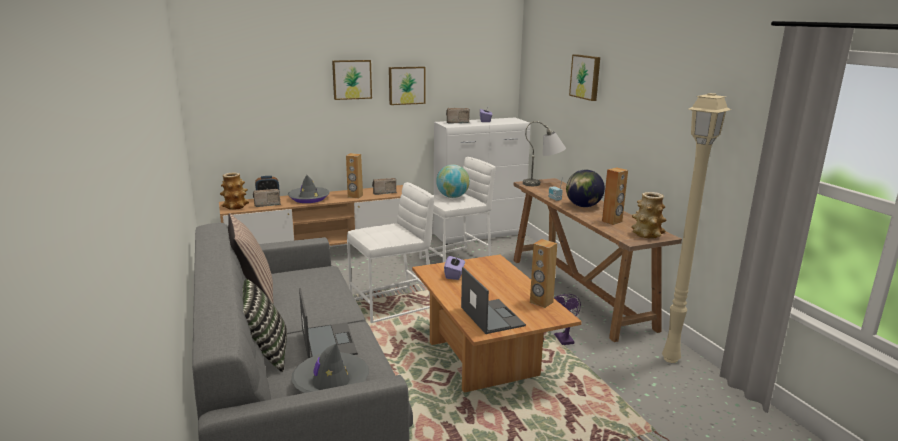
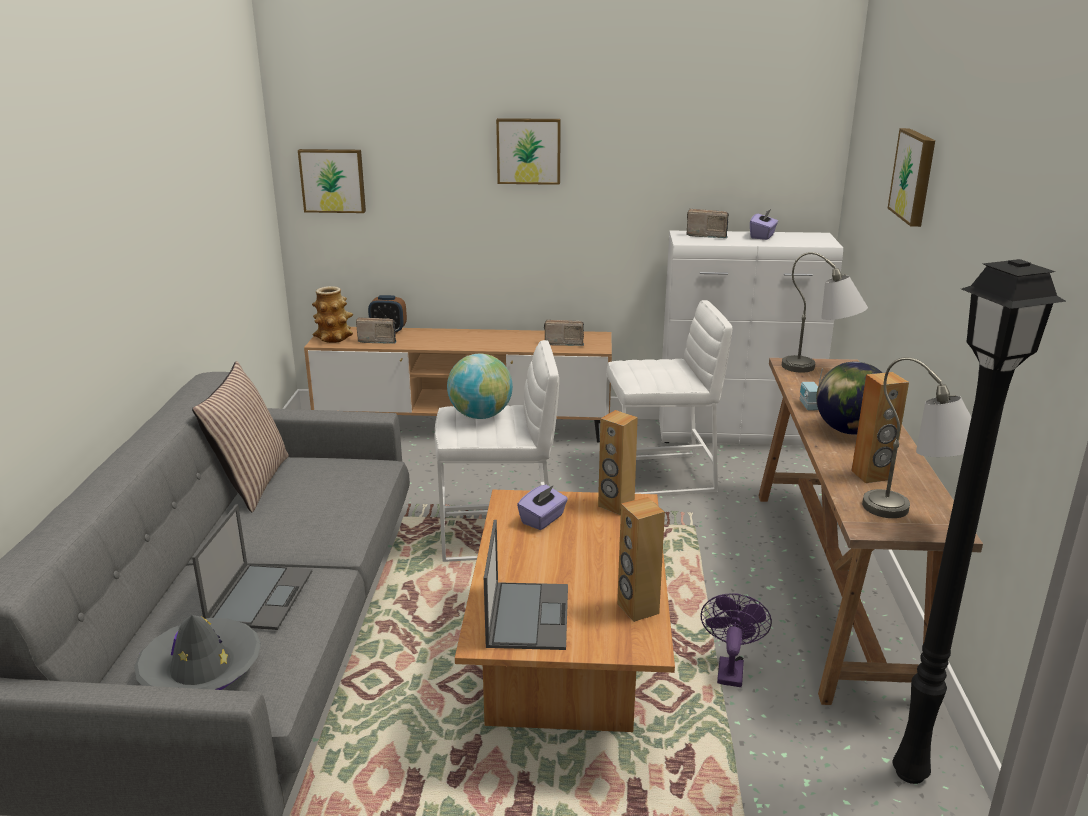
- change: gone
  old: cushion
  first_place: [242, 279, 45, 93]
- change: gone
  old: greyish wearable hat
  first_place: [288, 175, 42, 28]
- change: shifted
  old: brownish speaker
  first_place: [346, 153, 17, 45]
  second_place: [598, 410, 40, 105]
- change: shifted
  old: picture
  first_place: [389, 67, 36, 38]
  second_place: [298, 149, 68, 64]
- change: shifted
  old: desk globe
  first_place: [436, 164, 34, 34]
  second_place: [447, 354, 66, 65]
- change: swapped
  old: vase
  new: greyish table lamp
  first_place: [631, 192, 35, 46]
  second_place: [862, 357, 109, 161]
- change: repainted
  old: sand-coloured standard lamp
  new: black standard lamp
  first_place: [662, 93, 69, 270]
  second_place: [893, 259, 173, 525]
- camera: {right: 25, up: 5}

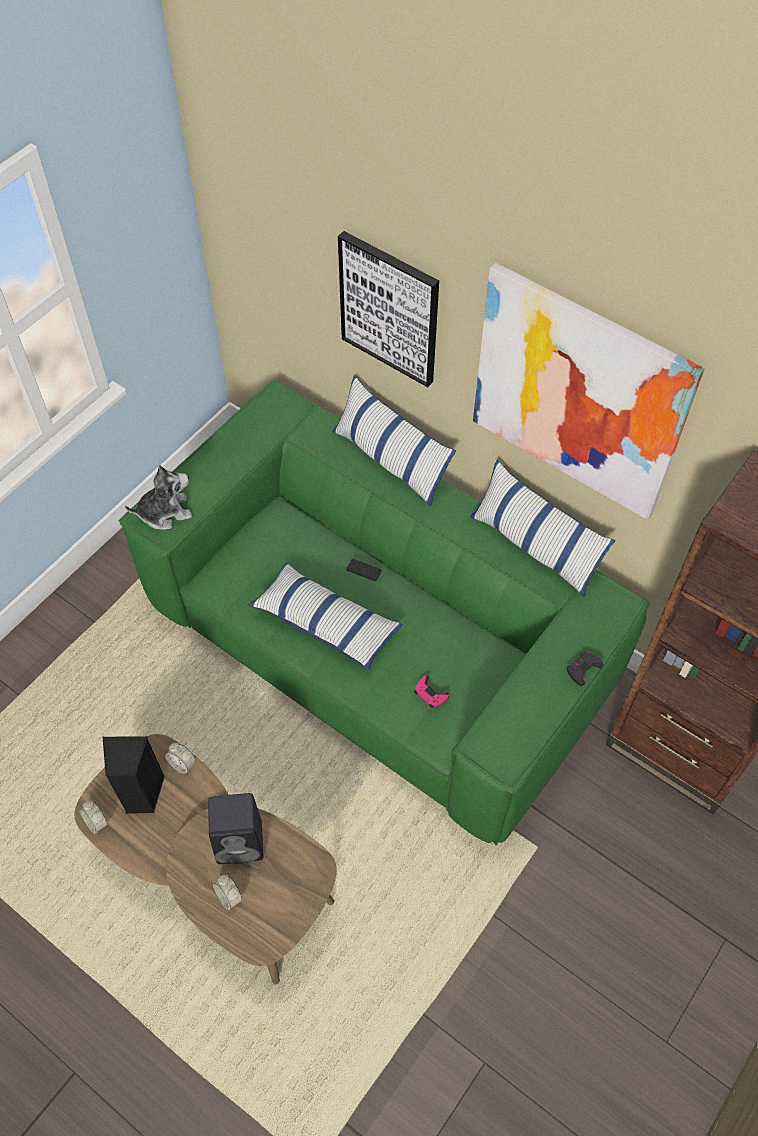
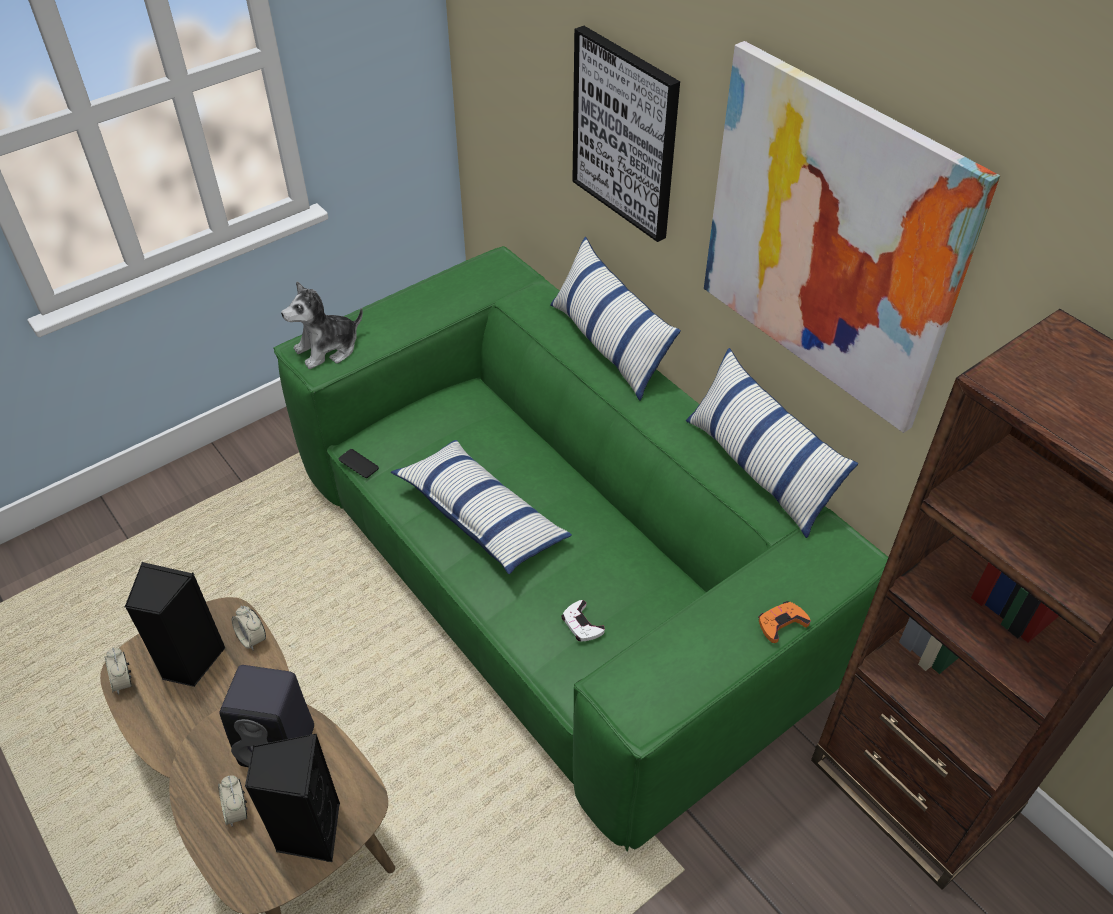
- change: new
  new: black speaker
  second_place: [245, 733, 95, 129]
- change: shifted
  old: telephone
  first_place: [346, 559, 36, 22]
  second_place: [339, 449, 40, 29]
- change: repainted
  old: pink joypad
  new: whitish joypad
  first_place: [414, 675, 35, 33]
  second_place: [561, 600, 44, 42]
- change: repainted
  old: black joypad
  new: orange-coloured joypad
  first_place: [567, 652, 36, 34]
  second_place: [758, 601, 53, 42]
- change: rotated
  old: cuddly toy
  first_place: [125, 465, 67, 65]
  second_place: [281, 281, 82, 88]
  degrees: 150
- camera: {right: 15, up: -10}

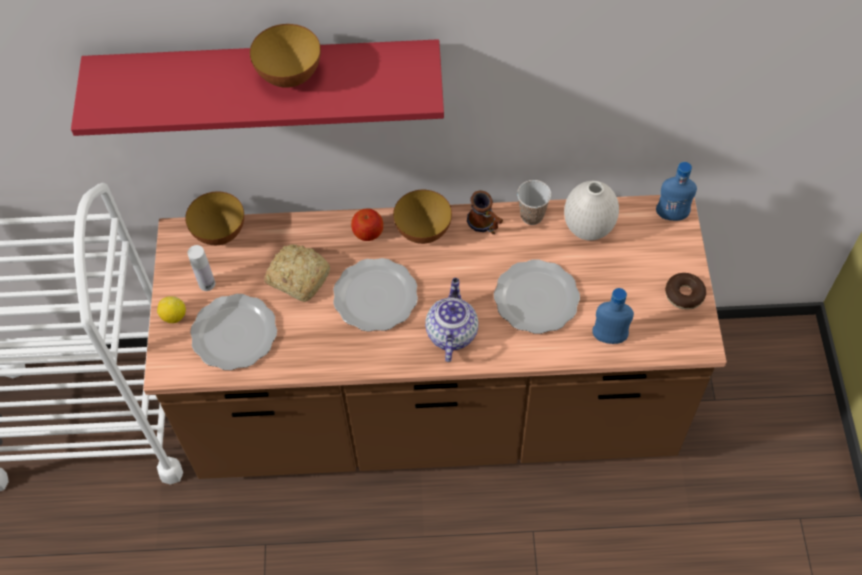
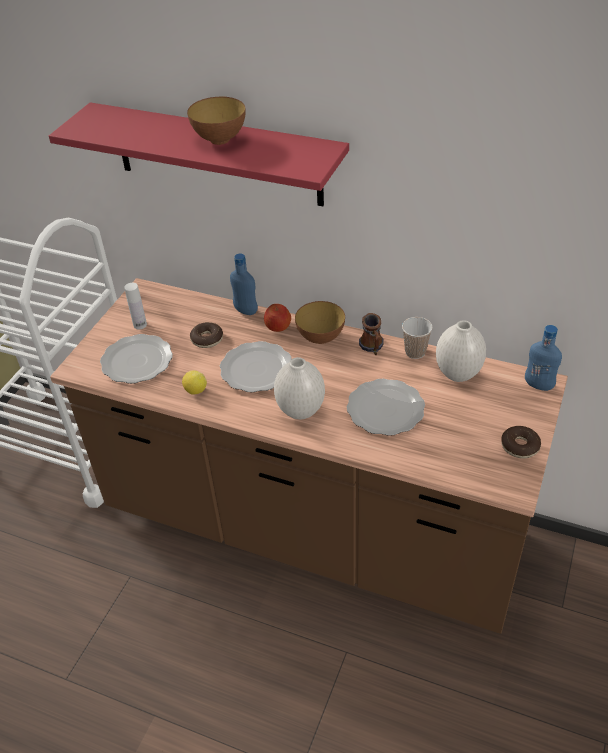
- change: gone
  old: bowl
  first_place: [185, 192, 59, 53]
- change: shifted
  old: whole lemon
  first_place: [157, 296, 29, 27]
  second_place: [182, 371, 25, 23]
- change: shifted
  old: blue beverage bottle
  first_place: [592, 288, 42, 56]
  second_place: [230, 253, 28, 62]
- change: swapped
  old: bread
  new: doughnut
  first_place: [264, 244, 66, 58]
  second_place: [190, 322, 33, 26]
- change: swapped
  old: pot for tea
  new: whitish vase
  first_place: [425, 278, 53, 84]
  second_place: [274, 357, 51, 63]
- camera: {right: 25, up: -15}

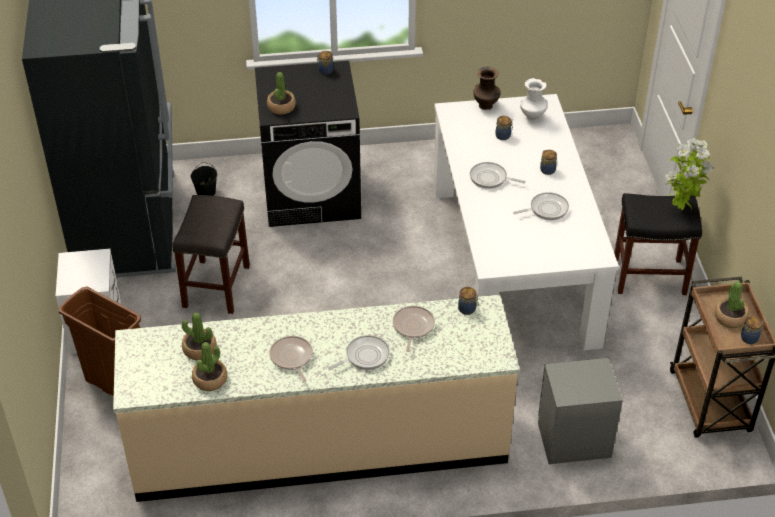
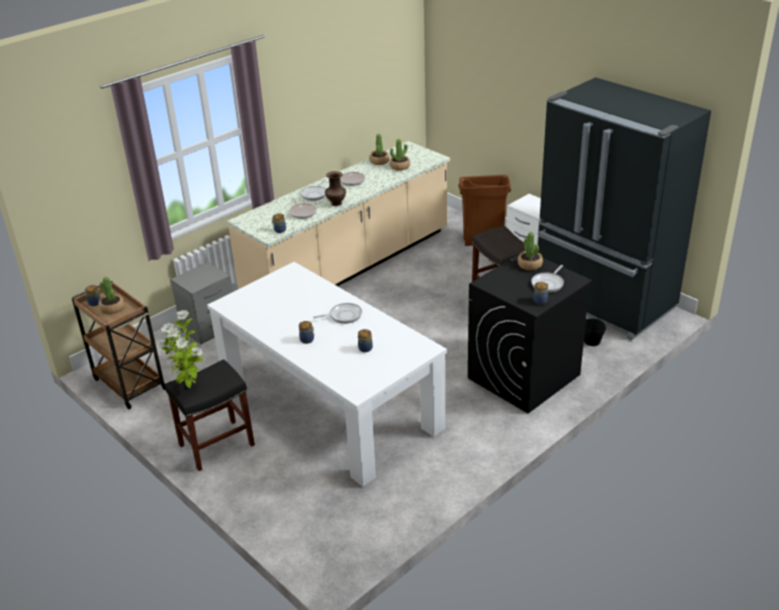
- change: gone
  old: whitish vase
  first_place: [520, 78, 27, 44]
- change: shifted
  old: brownish vase
  first_place: [473, 67, 28, 43]
  second_place: [325, 171, 21, 35]
- change: shifted
  old: frying pan
  first_place: [513, 192, 56, 28]
  second_place: [531, 265, 33, 28]
- camera: {right: 145, up: -10}

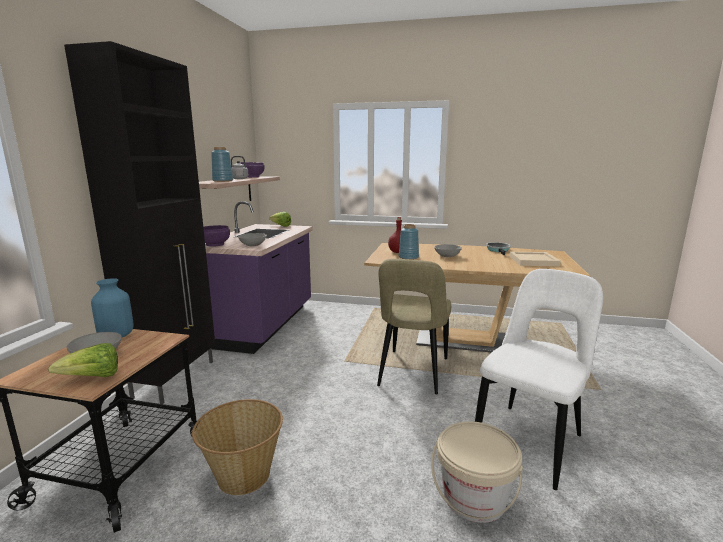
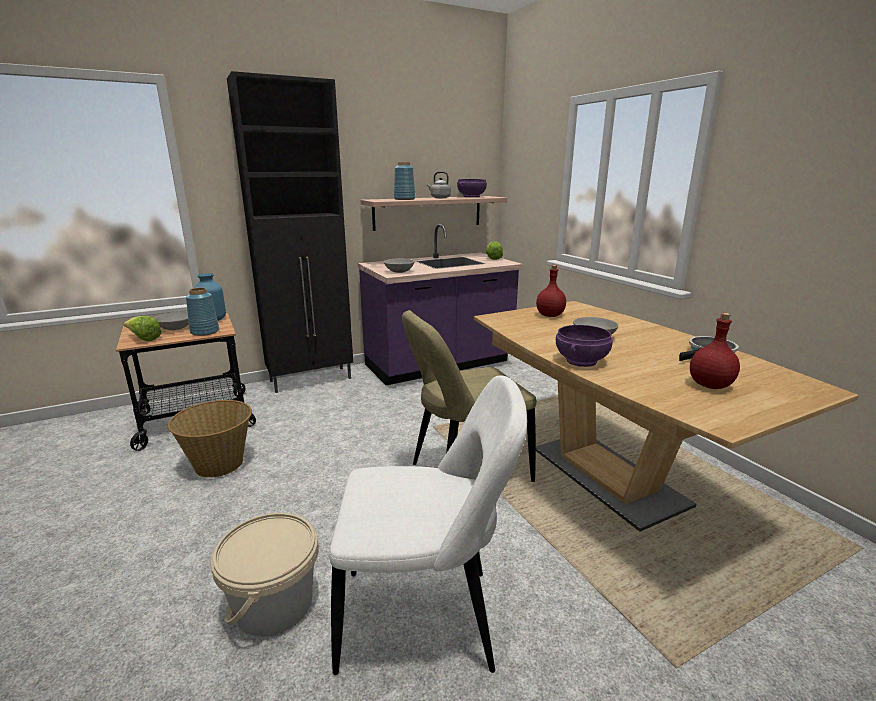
- change: shifted
  old: purple bowl
  first_place: [203, 225, 27, 22]
  second_place: [556, 325, 57, 42]
- change: shifted
  old: blue vase
  first_place: [399, 224, 20, 36]
  second_place: [186, 287, 33, 49]
- change: swapped
  old: sand-coloured tray
  new: red beverage bottle
  first_place: [509, 252, 52, 14]
  second_place: [690, 313, 50, 76]
- camera: {right: 50, up: 5}

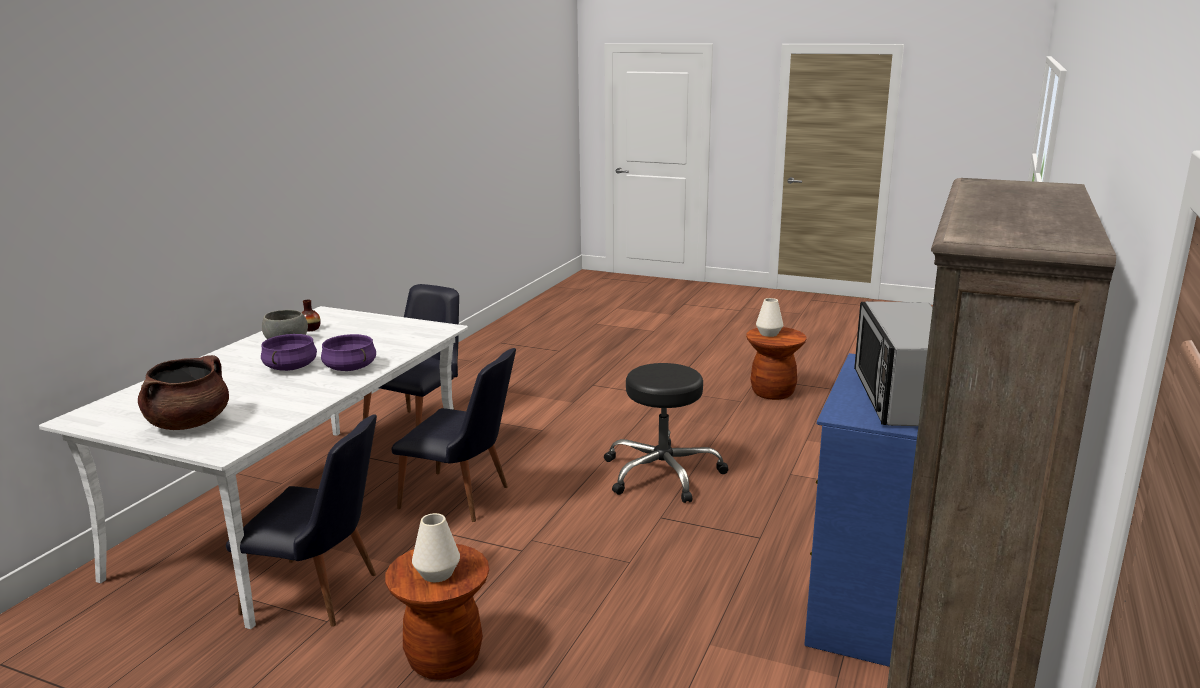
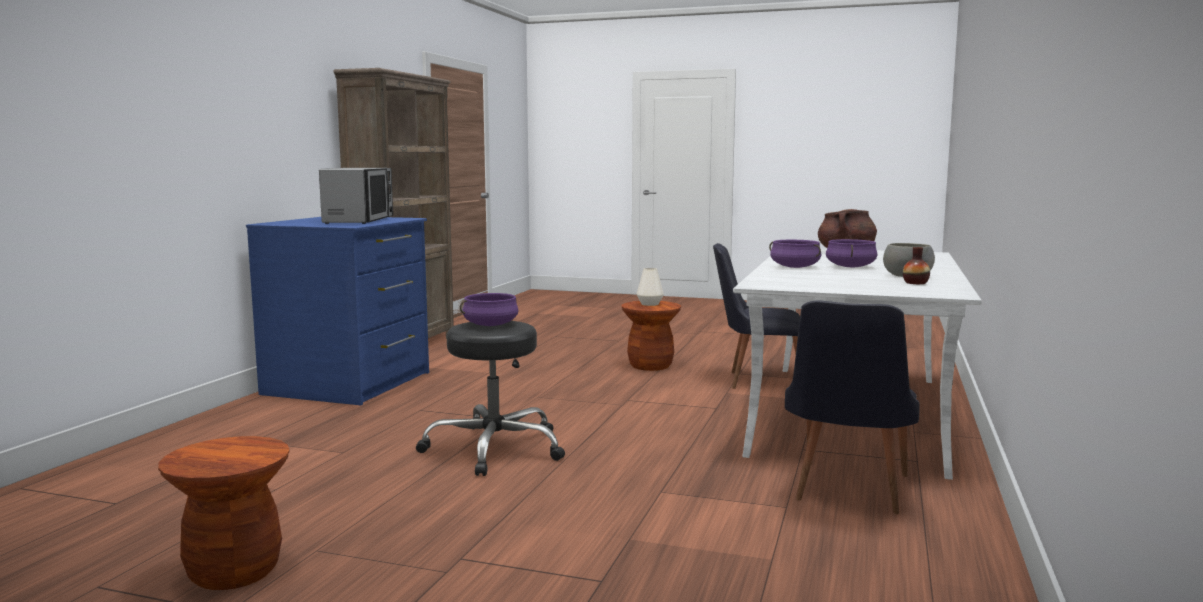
- change: gone
  old: black chair
  first_place: [391, 348, 125, 174]
- change: gone
  old: whitish vase
  first_place: [756, 298, 27, 39]
- change: new
  new: purple cooking pot
  second_place: [460, 293, 58, 33]
- camera: {right: 175, up: -10}

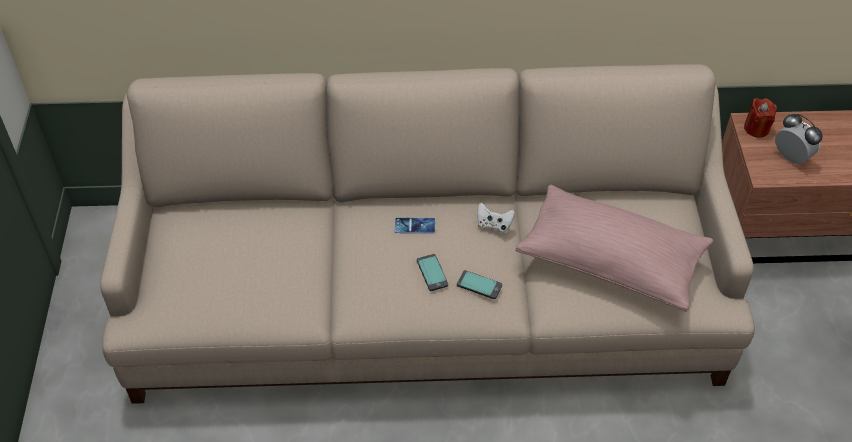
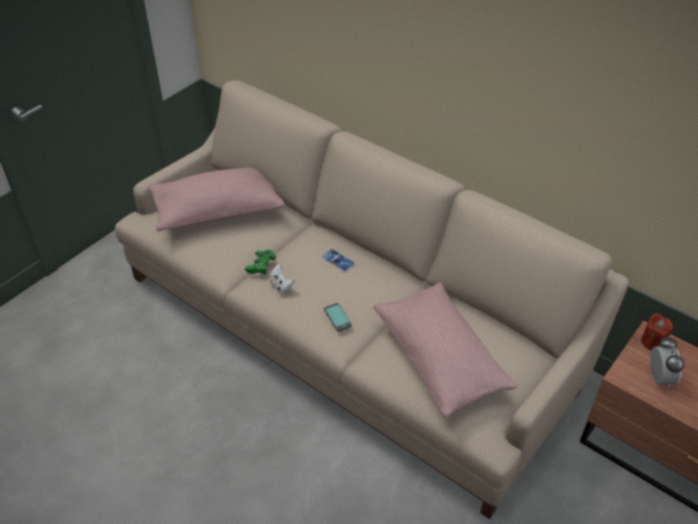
- change: gone
  old: telephone
  first_place: [417, 254, 31, 37]
- change: new
  new: pink cushion
  second_place: [149, 167, 136, 64]
- change: new
  new: greenish joypad
  second_place: [245, 249, 31, 26]
- change: shifted
  old: whitish joypad
  first_place: [477, 202, 38, 31]
  second_place: [269, 264, 26, 30]
- camera: {right: 40, up: -5}

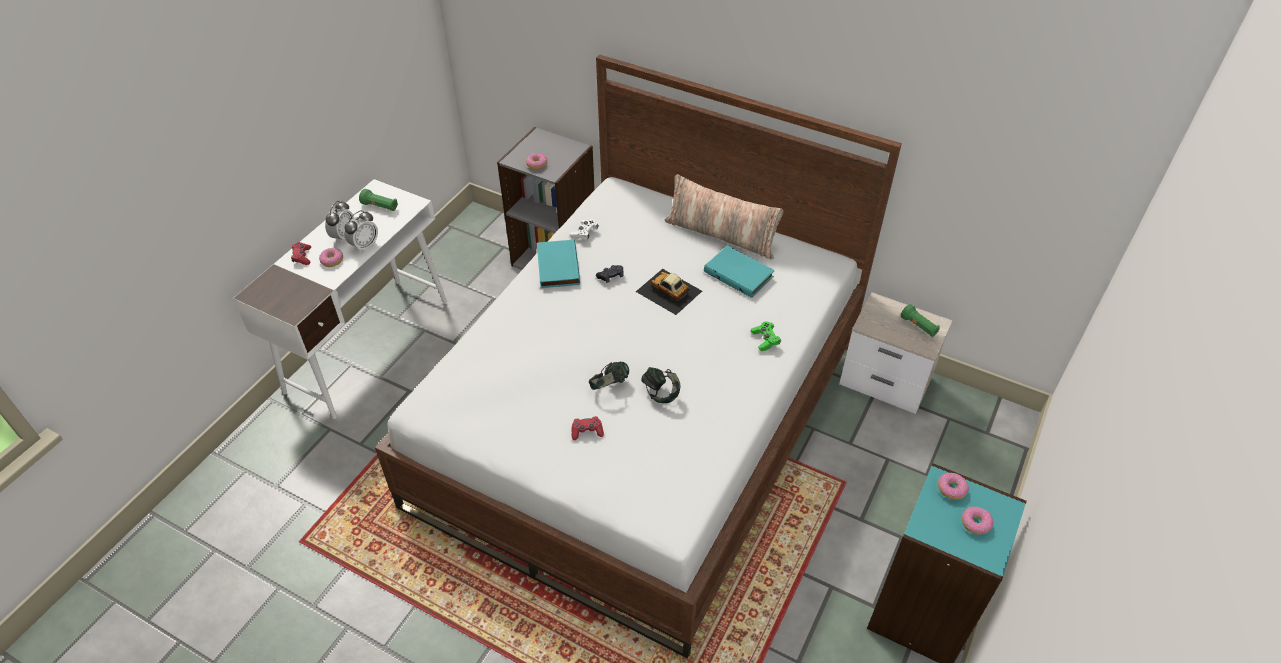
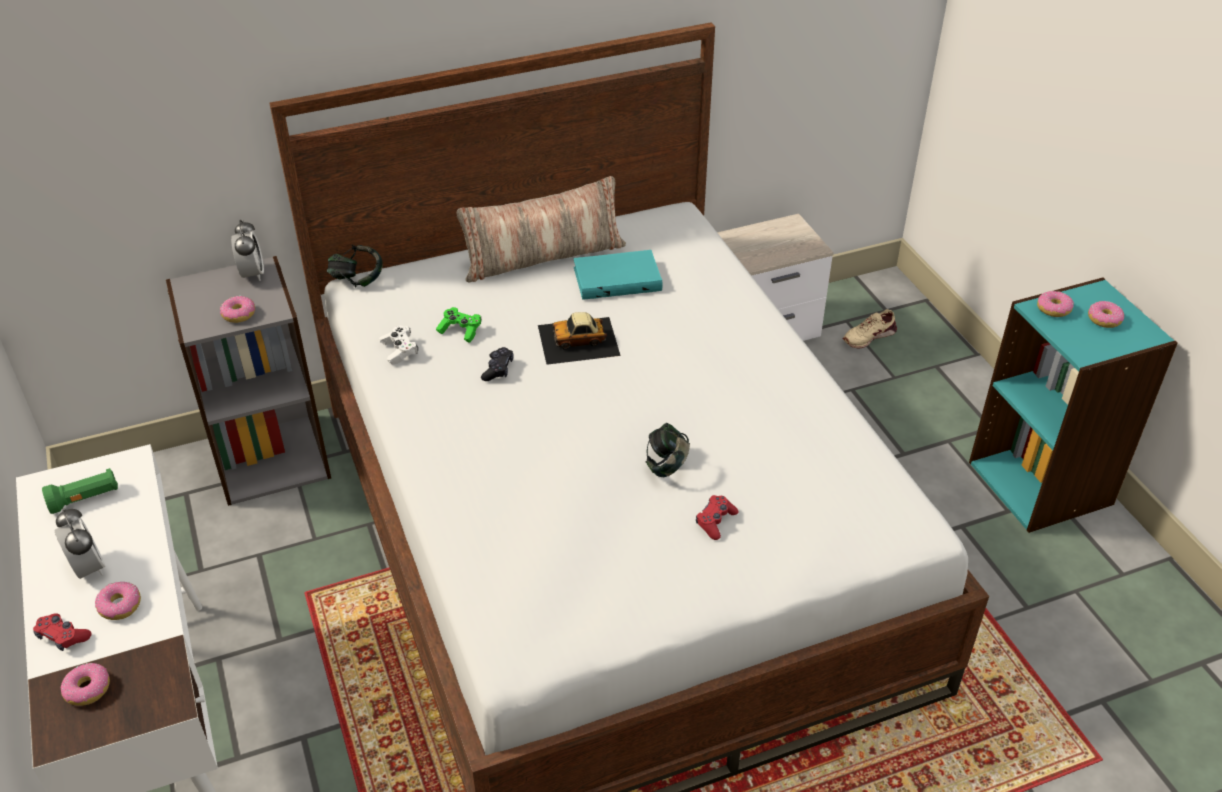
- change: gone
  old: turquoise book
  first_place: [537, 239, 43, 49]
- change: gone
  old: greenish flashlight
  first_place: [901, 304, 39, 33]
- change: new
  new: doughnut
  second_place: [61, 663, 49, 43]
- change: new
  new: sand-coloured low shoe
  second_place: [843, 309, 54, 40]
- change: shifted
  old: bedside clock
  first_place: [345, 211, 33, 42]
  second_place: [231, 220, 33, 61]
- change: shifted
  old: headset
  first_place: [641, 367, 39, 36]
  second_place: [327, 245, 56, 43]
- change: shifted
  old: greenish joypad
  first_place: [751, 322, 30, 29]
  second_place: [436, 307, 46, 36]
- camera: {right: -50, up: -5}

